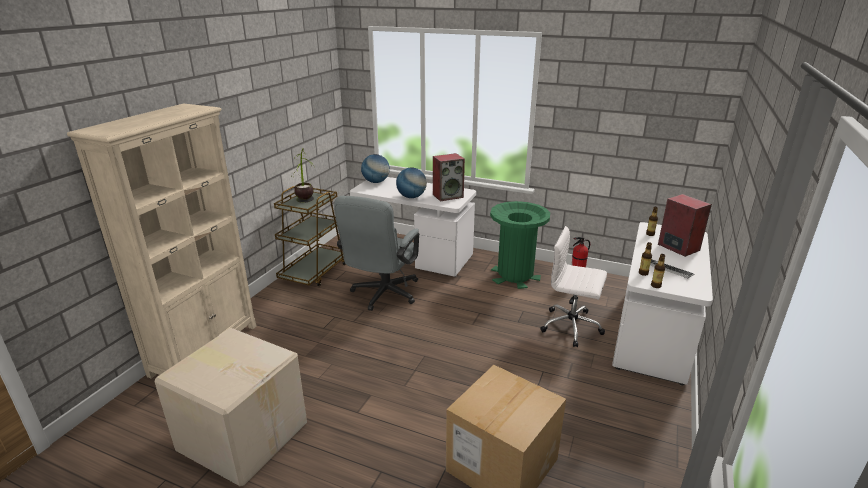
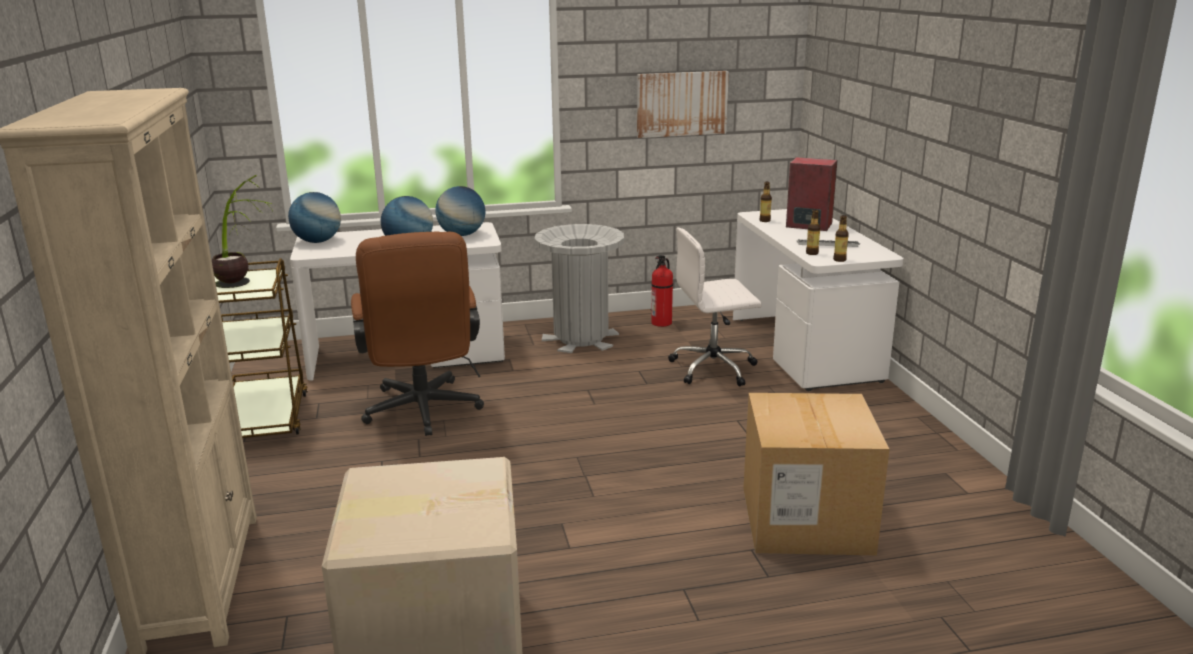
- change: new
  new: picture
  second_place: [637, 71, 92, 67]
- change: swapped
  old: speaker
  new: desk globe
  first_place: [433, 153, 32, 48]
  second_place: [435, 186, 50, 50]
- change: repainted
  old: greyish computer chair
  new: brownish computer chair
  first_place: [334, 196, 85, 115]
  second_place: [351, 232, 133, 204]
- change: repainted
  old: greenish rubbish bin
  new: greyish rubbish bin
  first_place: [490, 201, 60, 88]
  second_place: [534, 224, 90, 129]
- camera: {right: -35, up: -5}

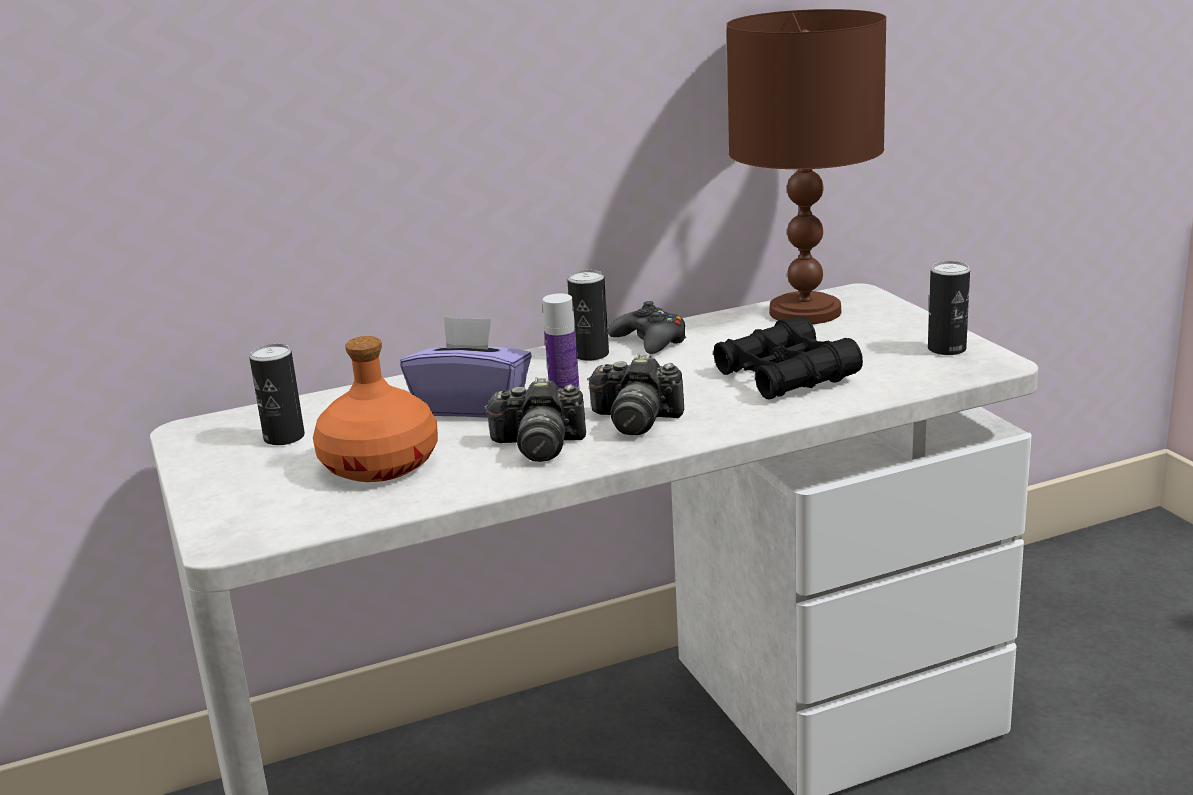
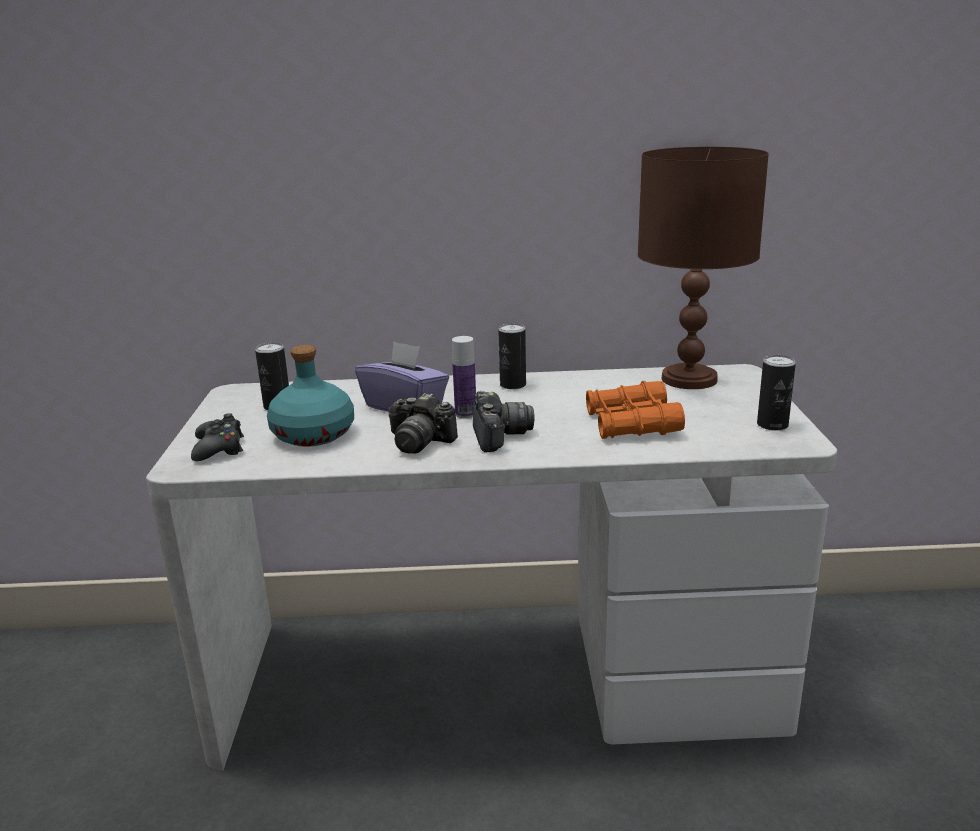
- change: shifted
  old: black joypad
  first_place: [608, 301, 78, 53]
  second_place: [191, 413, 53, 48]
- change: repainted
  old: orange-coloured beverage bottle
  new: turquoise beverage bottle
  first_place: [313, 336, 125, 146]
  second_place: [267, 345, 87, 102]
- change: repainted
  old: black binoculars
  new: orange-coloured binoculars
  first_place: [713, 317, 150, 82]
  second_place: [586, 381, 99, 58]
- change: rotated
  old: photo camera
  first_place: [587, 354, 97, 81]
  second_place: [473, 391, 61, 61]
  degrees: -135
- camera: {right: 20, up: 0}

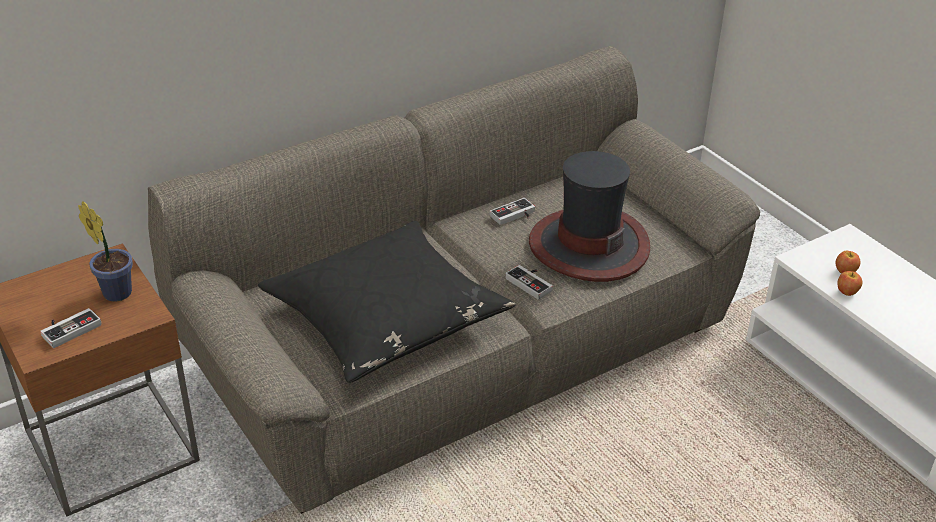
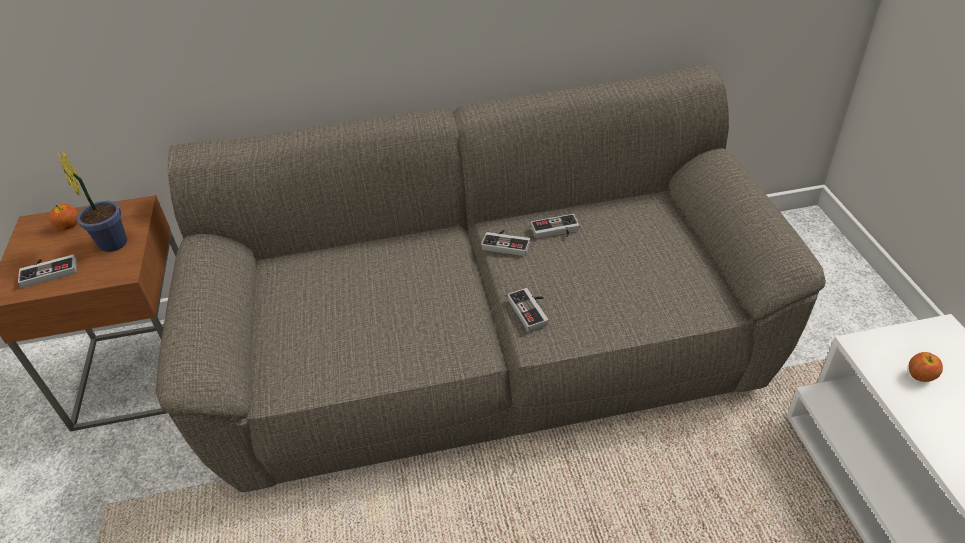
- change: gone
  old: black cushion
  first_place: [258, 221, 258, 162]
- change: gone
  old: wearable hat
  first_place: [529, 151, 121, 131]
- change: new
  new: joypad
  second_place: [481, 230, 50, 26]
- change: shifted
  old: apple fruit
  first_place: [837, 271, 25, 25]
  second_place: [49, 204, 29, 26]
- camera: {right: 25, up: 5}

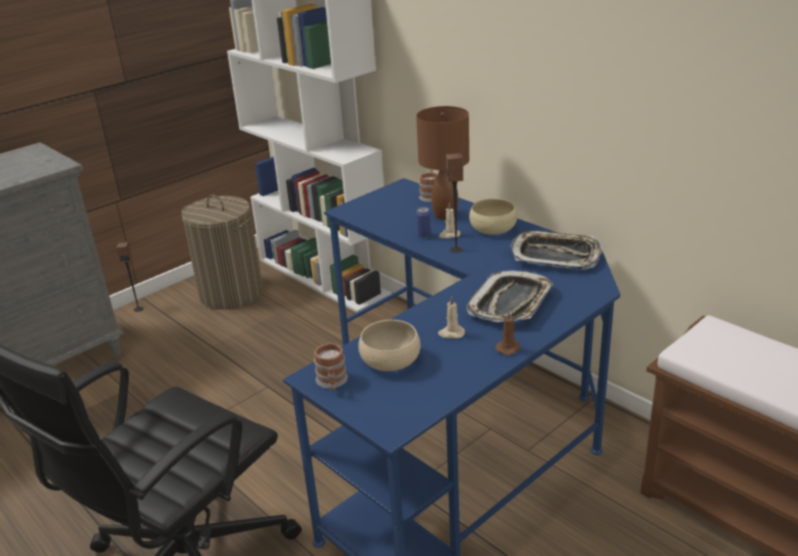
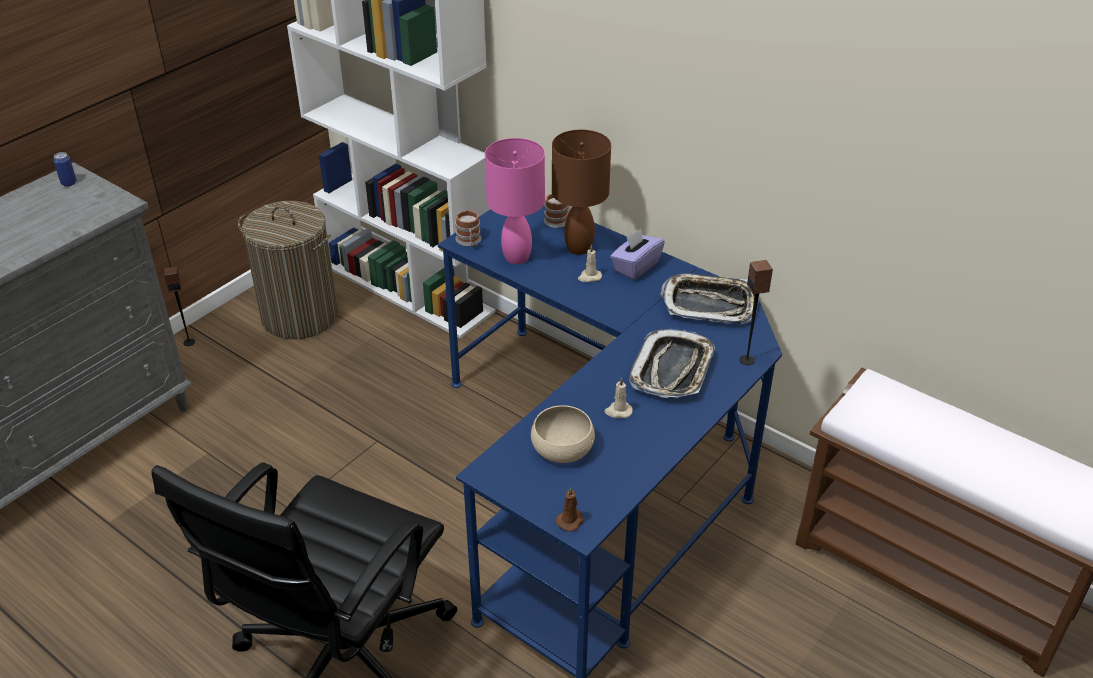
- change: new
  new: pink table lamp
  second_place: [485, 138, 60, 126]
- change: shifted
  old: tea mug
  first_place: [314, 343, 34, 48]
  second_place: [455, 210, 26, 37]
- change: shifted
  old: can
  first_place: [416, 207, 15, 31]
  second_place: [53, 152, 24, 34]
- change: shifted
  old: speaker
  first_place: [446, 153, 17, 100]
  second_place: [739, 260, 34, 105]
- change: shifted
  old: brownish candle
  first_place: [495, 311, 26, 45]
  second_place: [556, 487, 28, 45]
- change: swapped
  old: sand-coloured bowl
  new: purple tissue holder
  first_place: [469, 199, 48, 36]
  second_place: [610, 229, 55, 51]
- camera: {right: -10, up: 10}

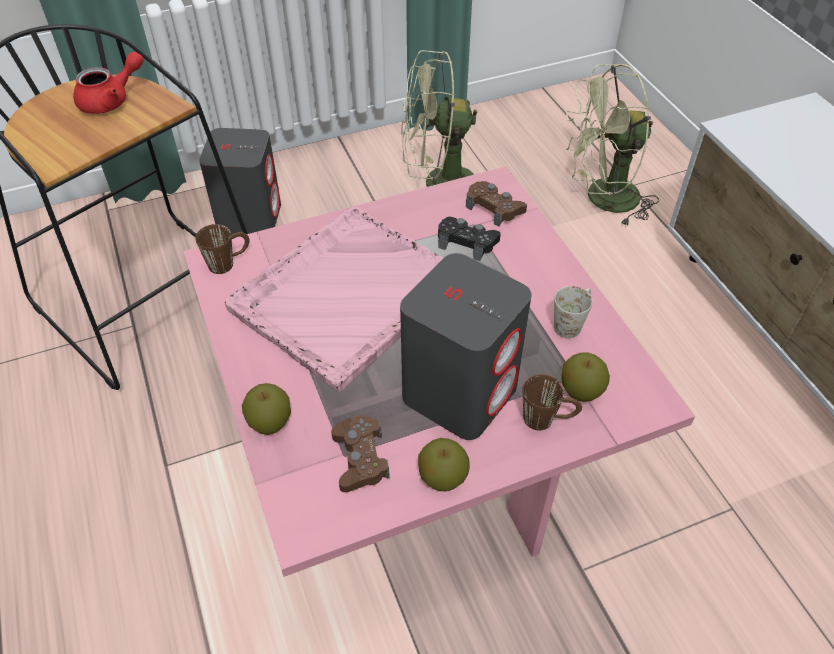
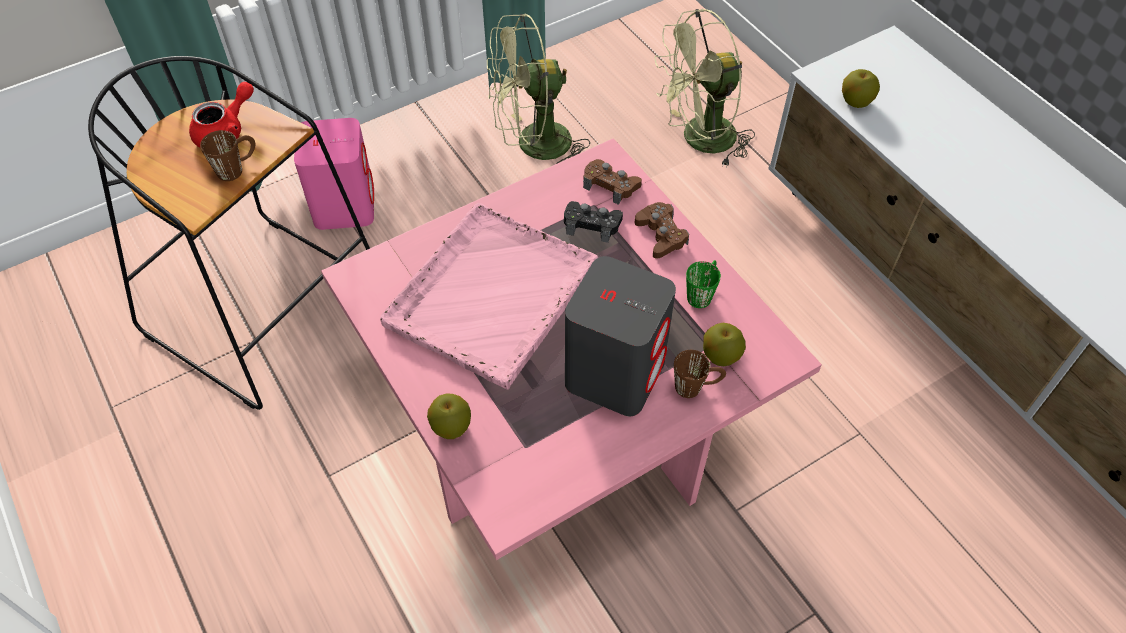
- change: shifted
  old: brownish tea mug
  first_place: [195, 224, 55, 50]
  second_place: [200, 130, 55, 51]
- change: shifted
  old: brownish joypad
  first_place: [331, 415, 59, 77]
  second_place: [635, 202, 54, 57]
- change: shifted
  old: apple fruit
  first_place: [418, 438, 52, 53]
  second_place: [842, 69, 38, 39]
- change: repainted
  old: greyish speaker
  new: pink speaker
  first_place: [199, 128, 82, 107]
  second_place: [294, 118, 80, 112]
- change: repainted
  old: whitish tea mug
  new: greenish tea mug
  first_place: [554, 286, 39, 52]
  second_place: [686, 260, 35, 48]
- camera: {right: -10, up: 5}

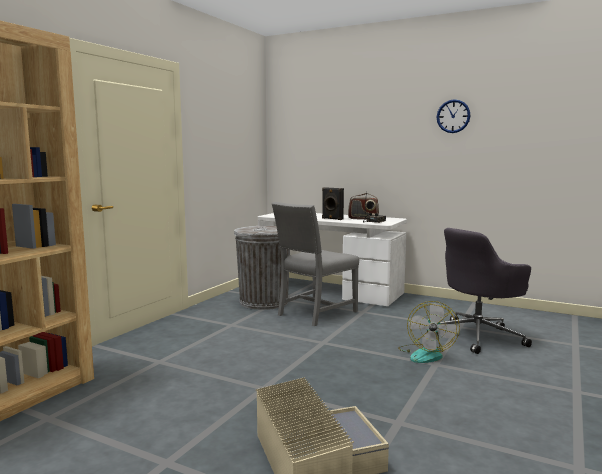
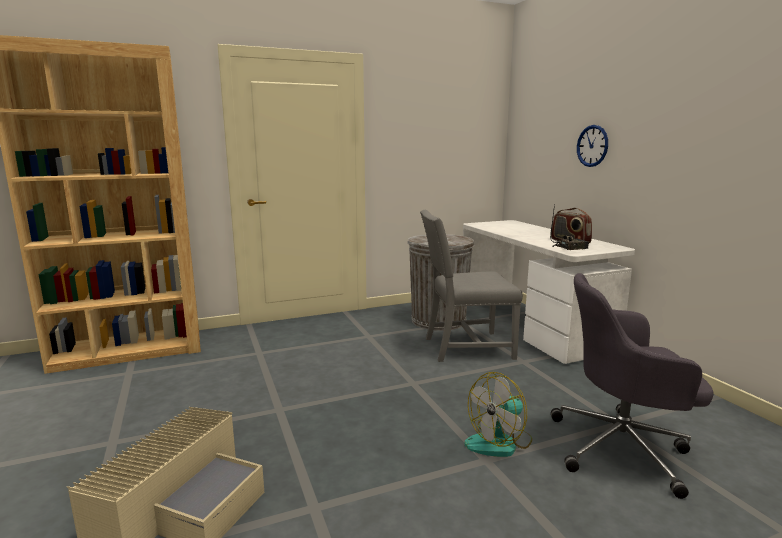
- change: gone
  old: black speaker
  first_place: [322, 187, 22, 33]
- change: shifted
  old: hanging clock
  first_place: [437, 99, 34, 34]
  second_place: [577, 125, 31, 42]
- camera: {right: 40, up: 5}

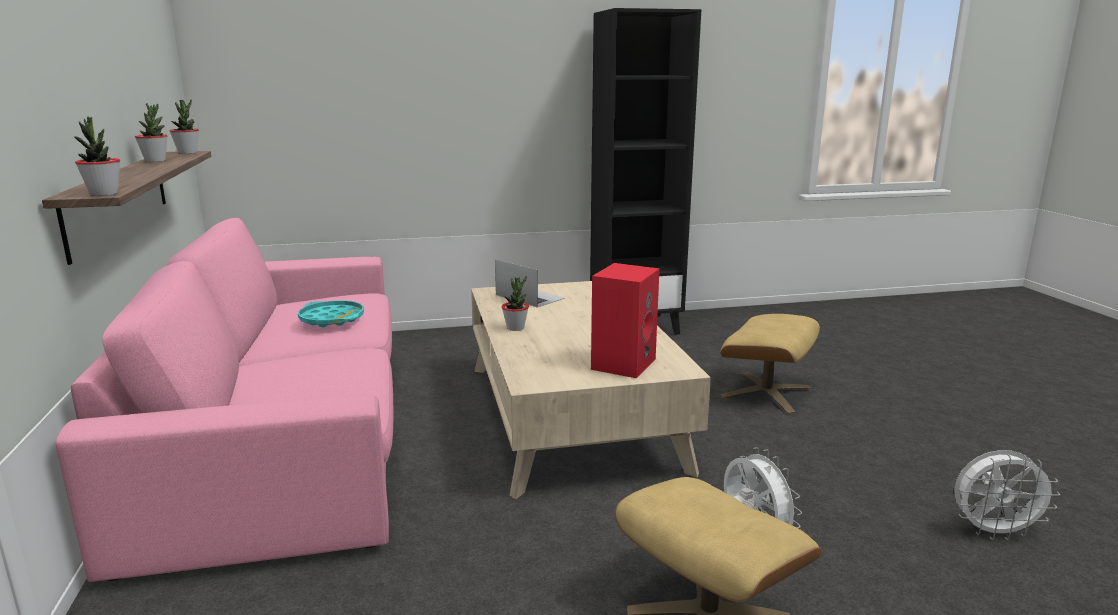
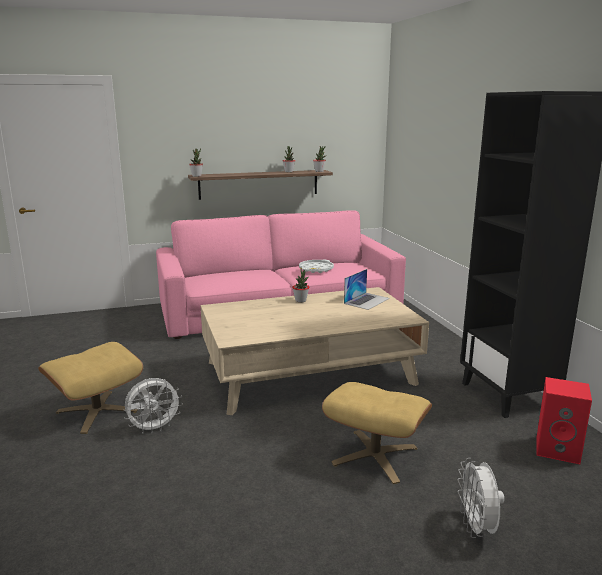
- change: shifted
  old: red speaker
  first_place: [591, 263, 69, 115]
  second_place: [537, 377, 55, 87]
- change: shifted
  old: whitish electric fan
  first_place: [954, 450, 106, 91]
  second_place: [457, 458, 47, 80]
- change: repainted
  old: turquoise tray
  new: whitish tray
  first_place: [298, 300, 66, 28]
  second_place: [299, 260, 35, 13]
- camera: {right: 85, up: 0}

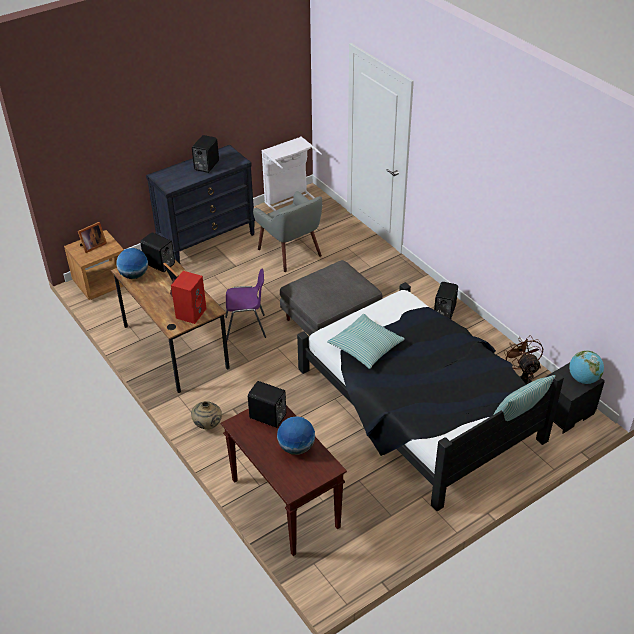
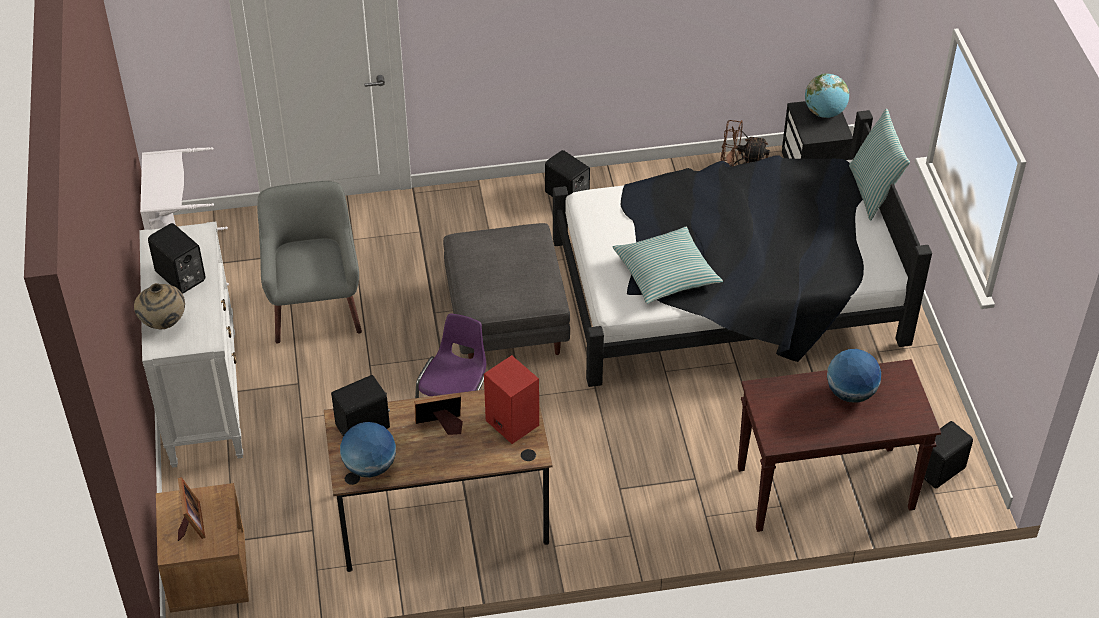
- change: shifted
  old: sand-coloured vase
  first_place: [191, 401, 31, 29]
  second_place: [134, 283, 51, 46]
- change: shifted
  old: black speaker
  first_place: [248, 381, 38, 47]
  second_place: [915, 421, 58, 67]
- change: repainted
  old: black chest of drawers
  new: whitish chest of drawers
  first_place: [146, 145, 109, 119]
  second_place: [139, 221, 104, 247]
- change: rotated
  old: greyish armchair
  first_place: [253, 191, 69, 81]
  second_place: [257, 181, 105, 163]
  degrees: -90
- camera: {right: -65, up: 5}

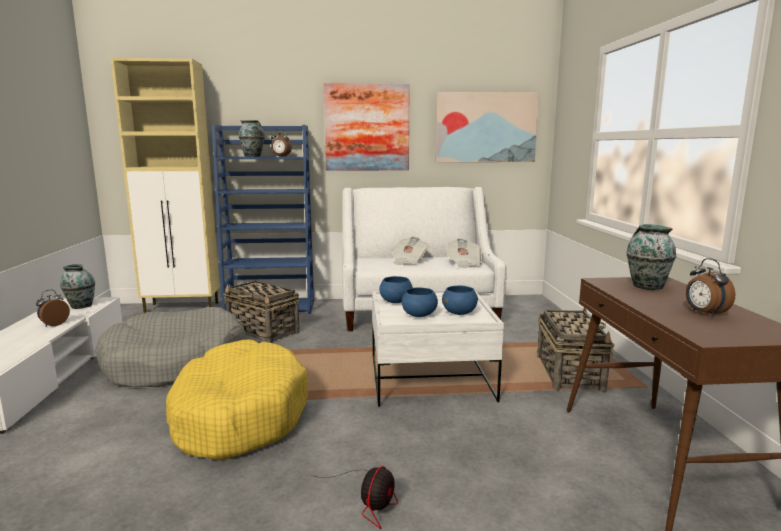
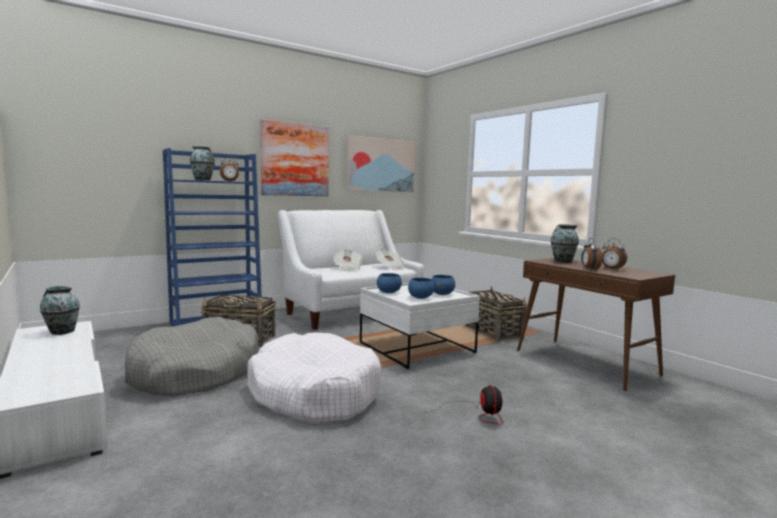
- change: gone
  old: sand-coloured storage cabinet
  first_place: [111, 58, 109, 255]
- change: shifted
  old: bedside clock
  first_place: [36, 290, 34, 36]
  second_place: [581, 238, 21, 32]
- change: repainted
  old: yellow dog bed
  new: whitish dog bed
  first_place: [166, 340, 142, 120]
  second_place: [247, 332, 134, 92]
- camera: {right: -30, up: -5}

